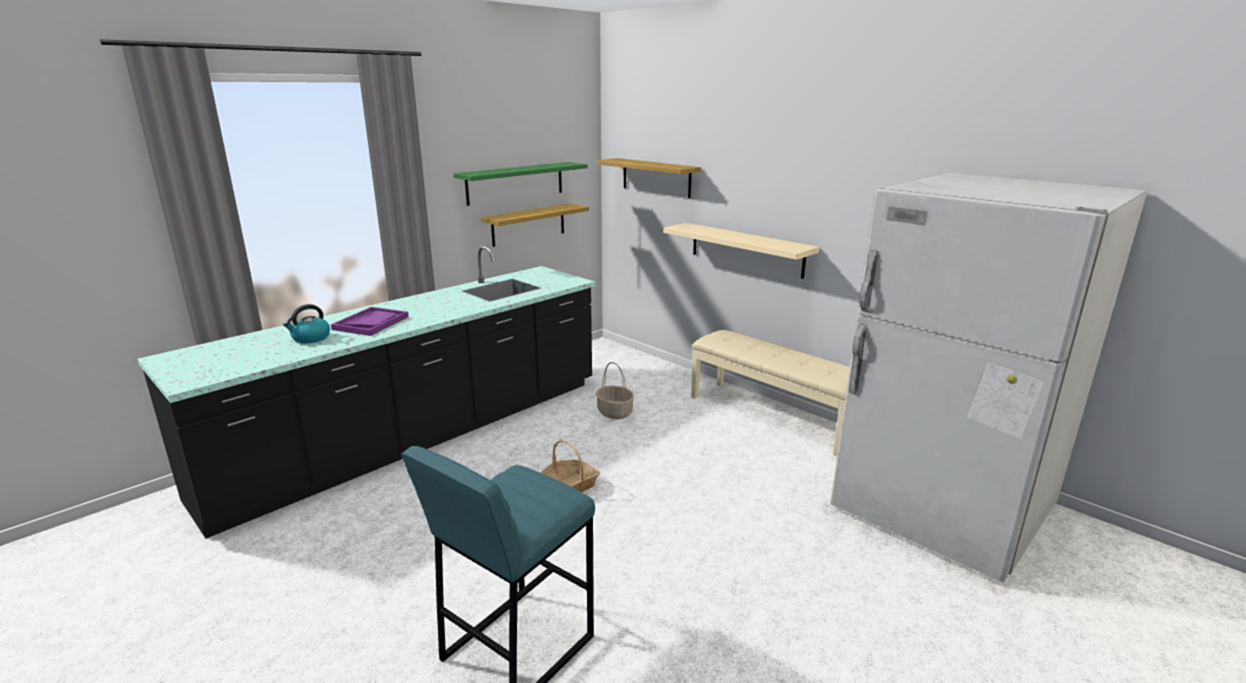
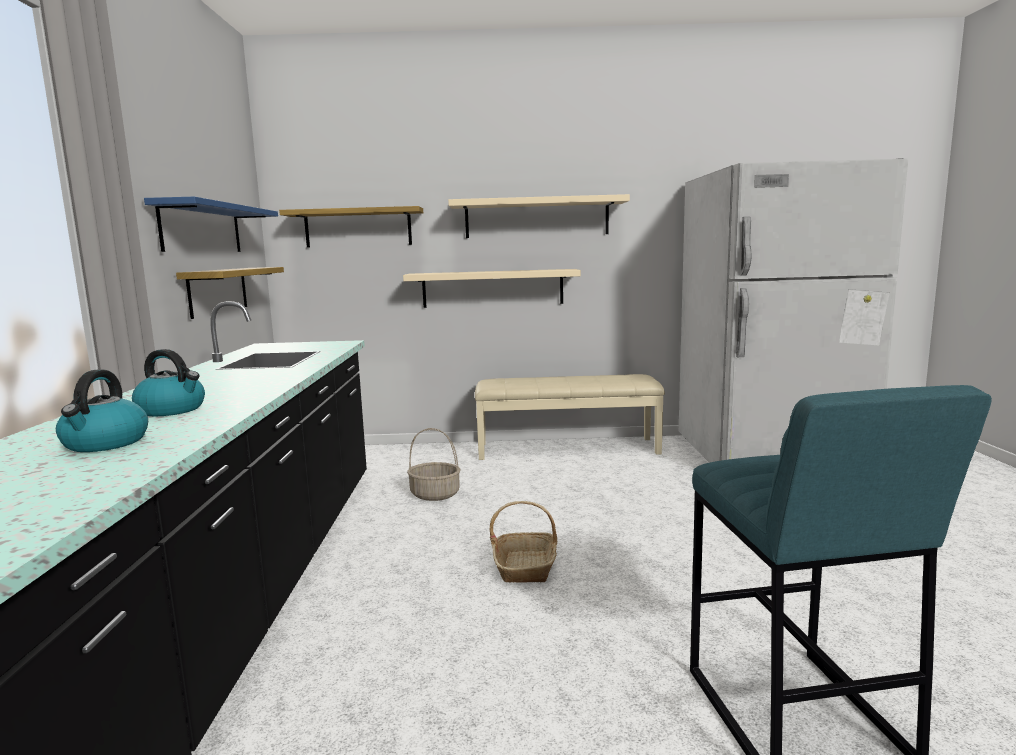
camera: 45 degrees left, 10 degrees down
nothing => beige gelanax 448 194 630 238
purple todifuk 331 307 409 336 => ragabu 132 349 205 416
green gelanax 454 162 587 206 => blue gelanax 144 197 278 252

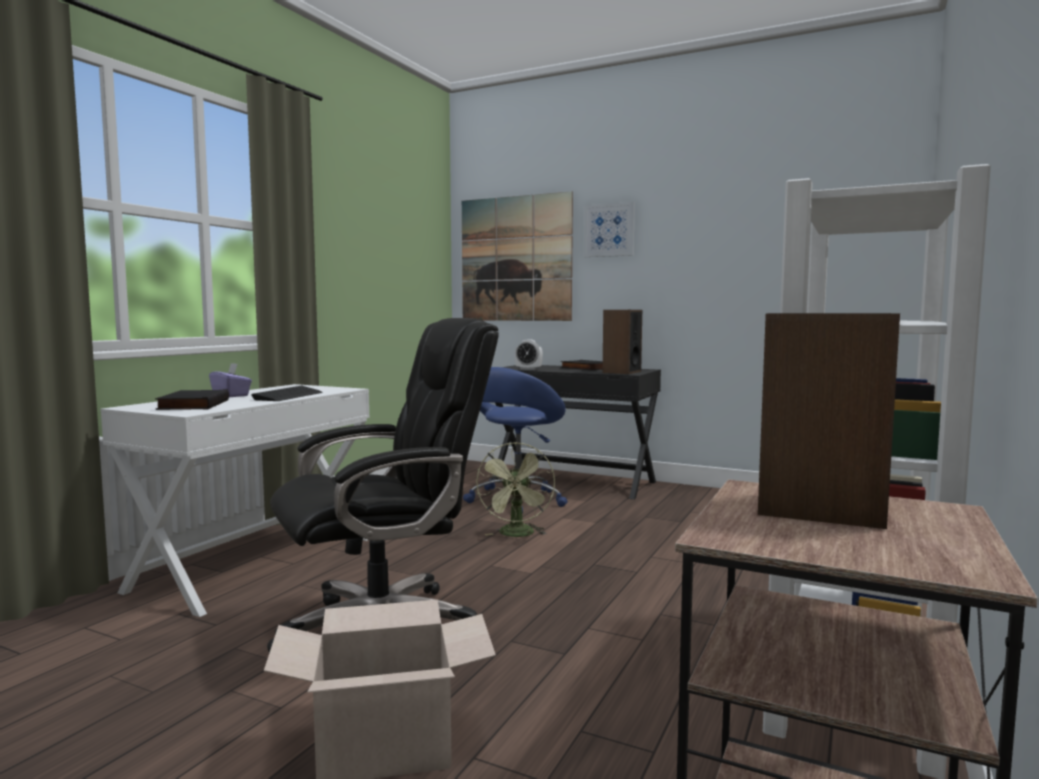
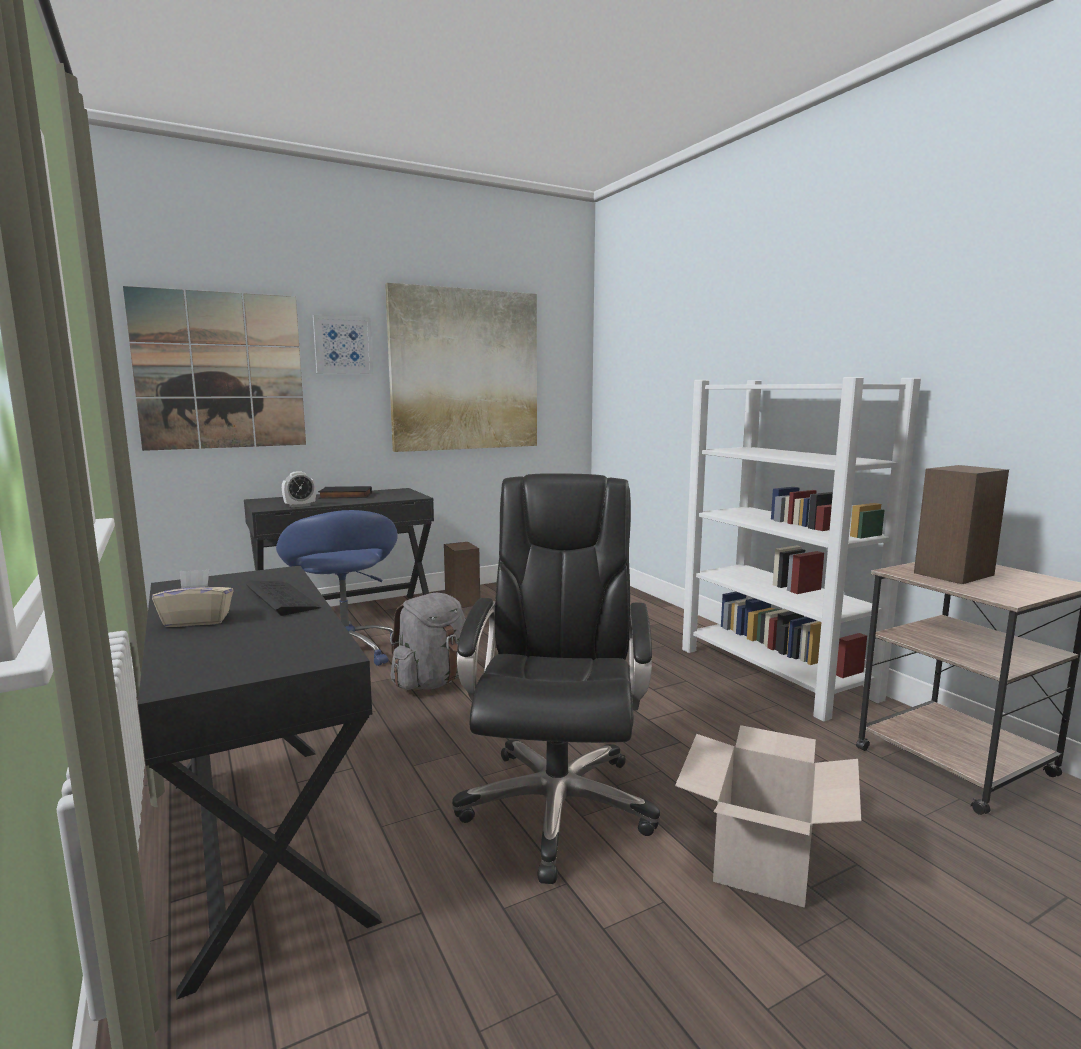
camera: 55 degrees left, 5 degrees up
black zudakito 155 389 229 410 => nothing
nothing => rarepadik 385 283 537 452
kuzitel 602 310 642 374 => kuzitel 444 542 480 608, moved
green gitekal 476 442 555 537 => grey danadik 390 593 466 690
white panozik 101 384 370 617 => black panozik 138 566 382 1000
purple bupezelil 209 363 252 397 => beige bupezelil 152 569 234 627

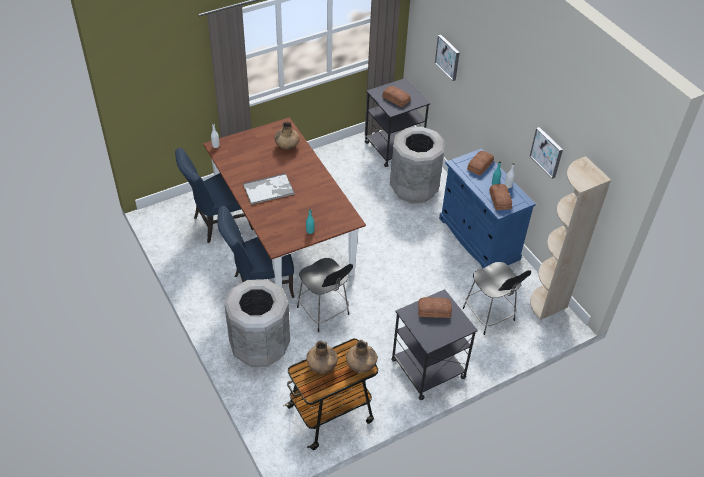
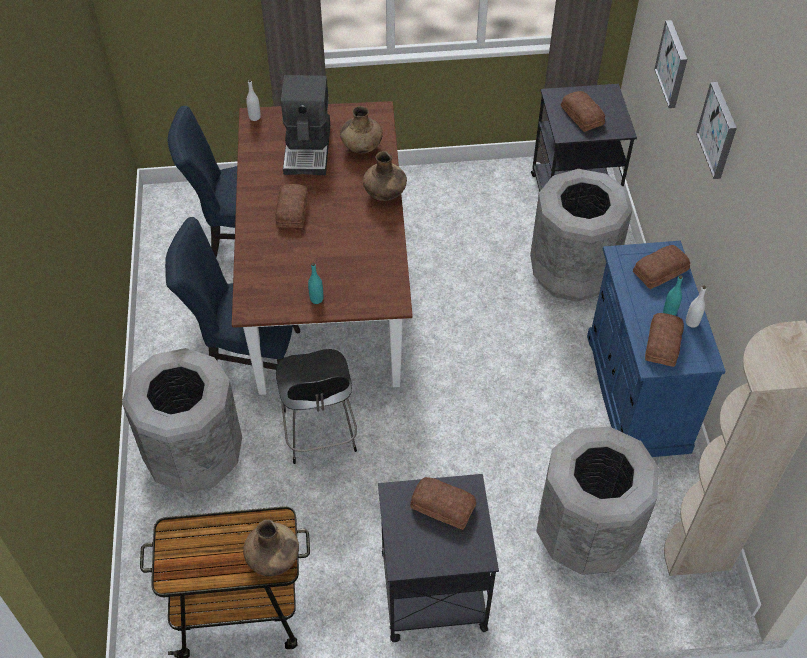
camera: 25 degrees right, 5 degrees up
nothing => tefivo 281 75 330 175
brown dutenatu 306 340 338 374 => brown dutenatu 363 151 407 201, moved
rarepadik 530 127 563 179 => rarepadik 696 82 737 179, moved
todifuk 243 173 295 204 => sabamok 275 184 308 228
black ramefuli 463 262 531 335 => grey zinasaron 536 426 660 575

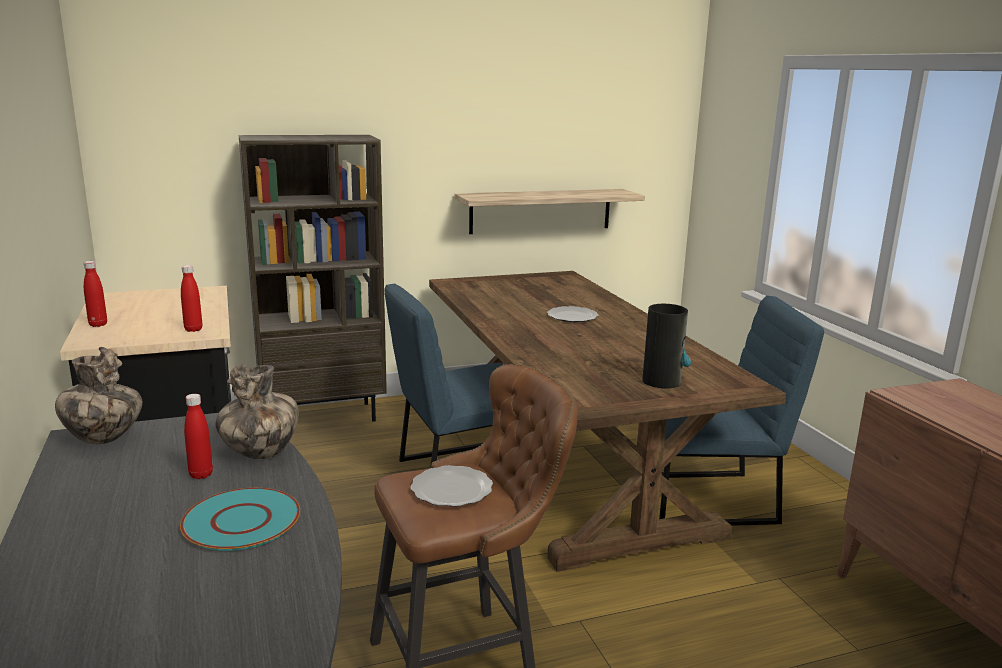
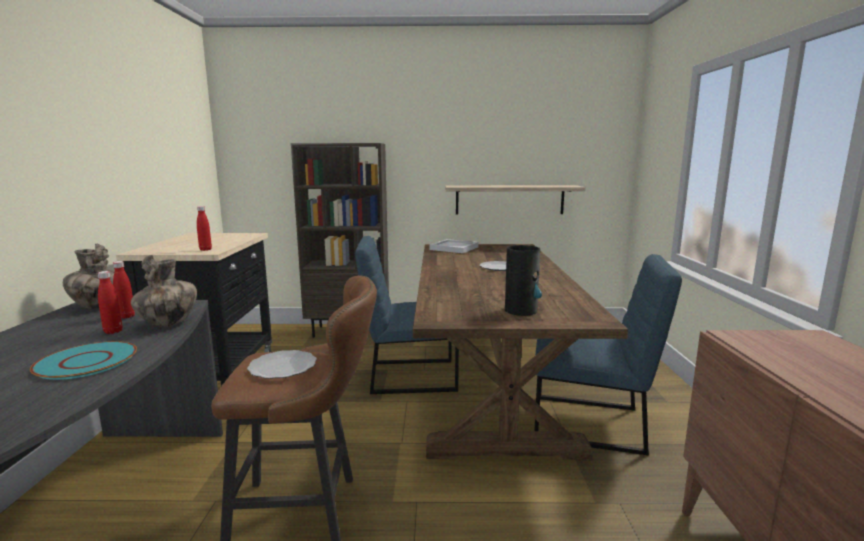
camera: 20 degrees right, 5 degrees down
nothing => white todifuk 430 239 479 253
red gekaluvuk 84 261 107 327 => red gekaluvuk 113 261 135 319, moved

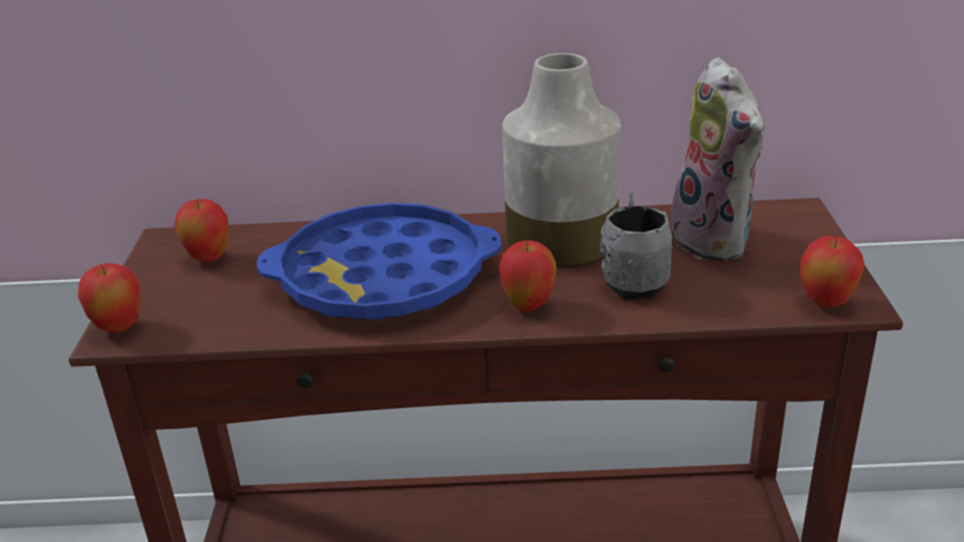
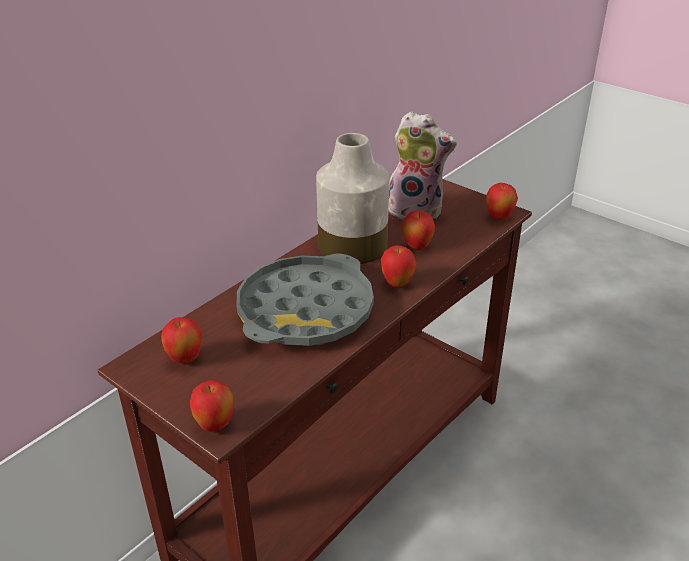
camera: 50 degrees left, 5 degrees up
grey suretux 599 193 672 300 => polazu 402 211 435 250
blue todifuk 257 203 501 320 => grey todifuk 236 253 374 346

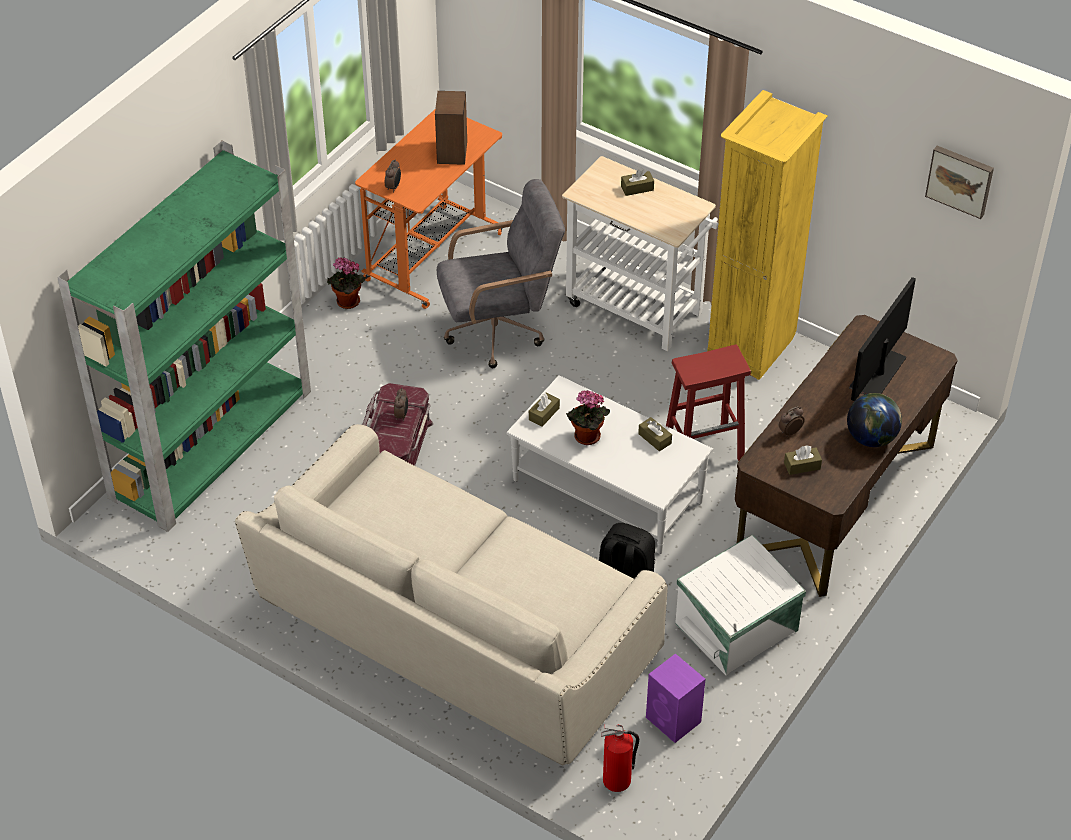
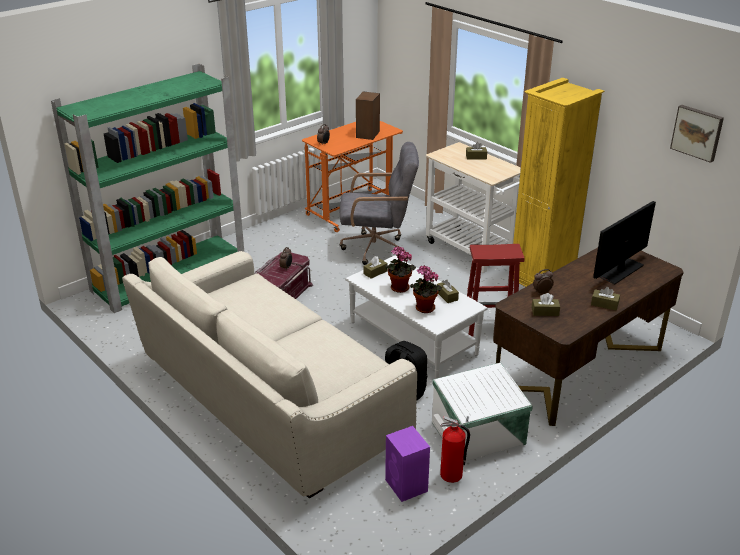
camera: 15 degrees right, 15 degrees down
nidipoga 327 257 366 309 => nidipoga 410 265 442 313, moved
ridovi 601 724 639 792 => ridovi 440 416 470 483, moved
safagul 847 393 902 447 => brown bupezelil 591 287 620 311

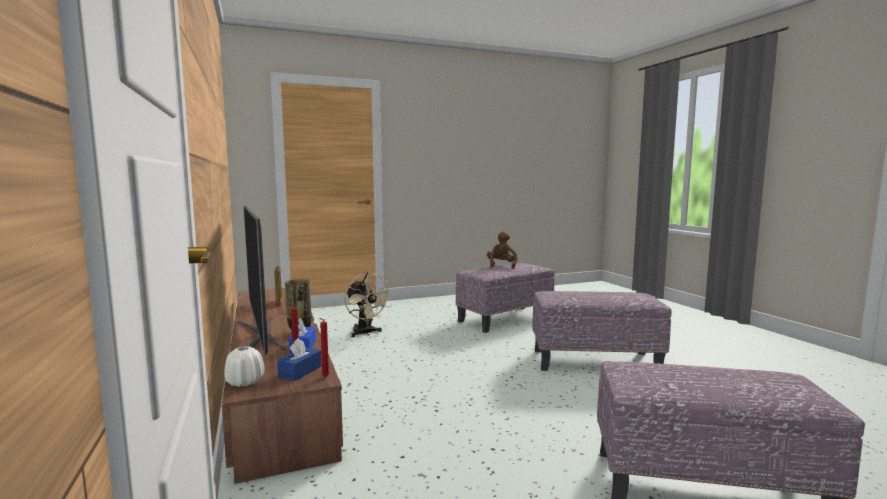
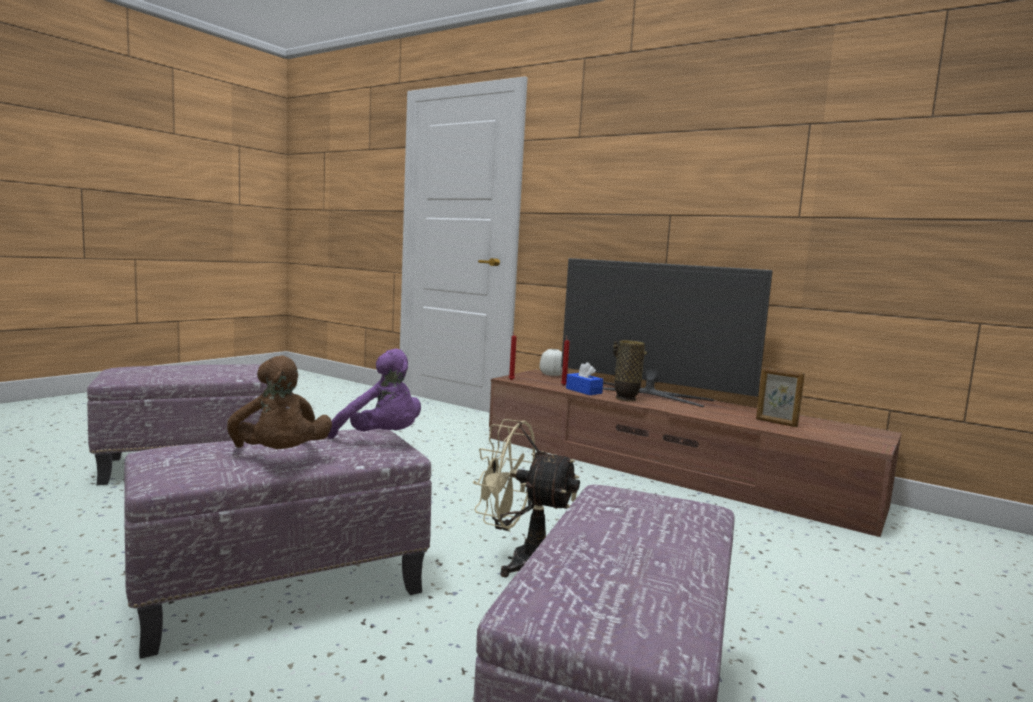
camera: 145 degrees right, 0 degrees up
blue bupezelil 277 338 321 381 => nothing
nothing => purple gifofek 327 349 421 439
beige gitekal 345 272 392 337 => beige gitekal 473 419 580 577, moved
brown gifofek 487 231 517 269 => brown gifofek 227 355 332 449, moved

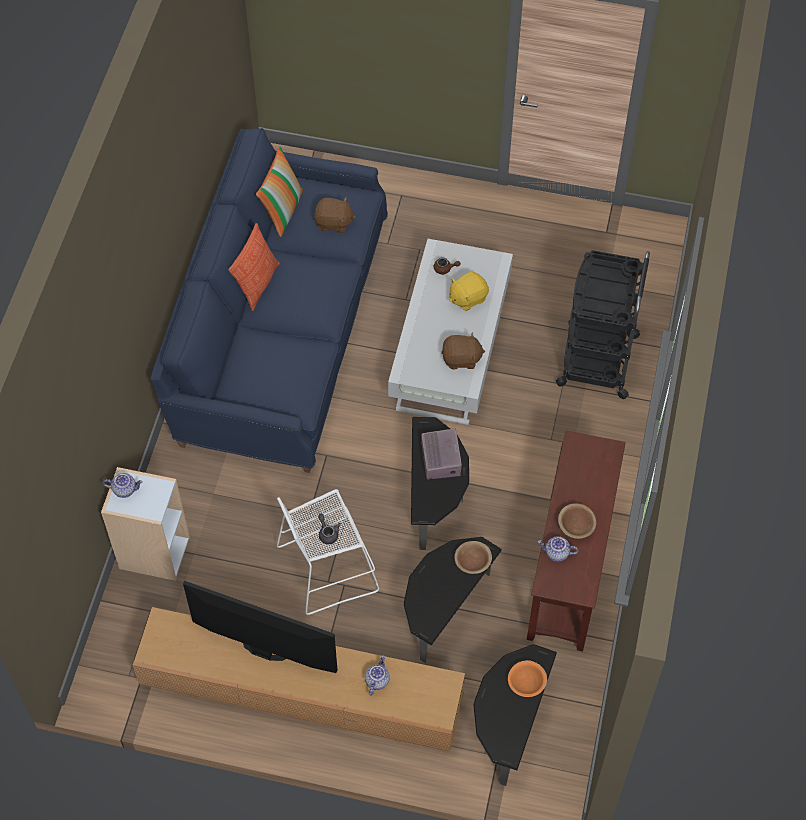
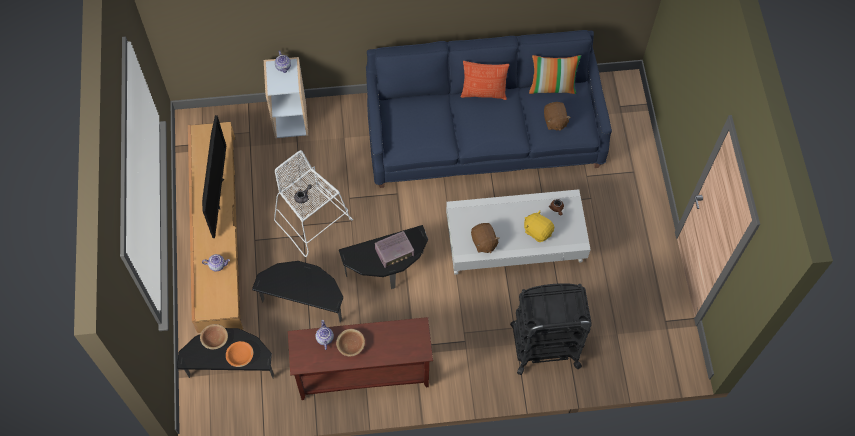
camera: 70 degrees right, 5 degrees up
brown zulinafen 454 541 492 574 => brown zulinafen 200 324 228 349, moved

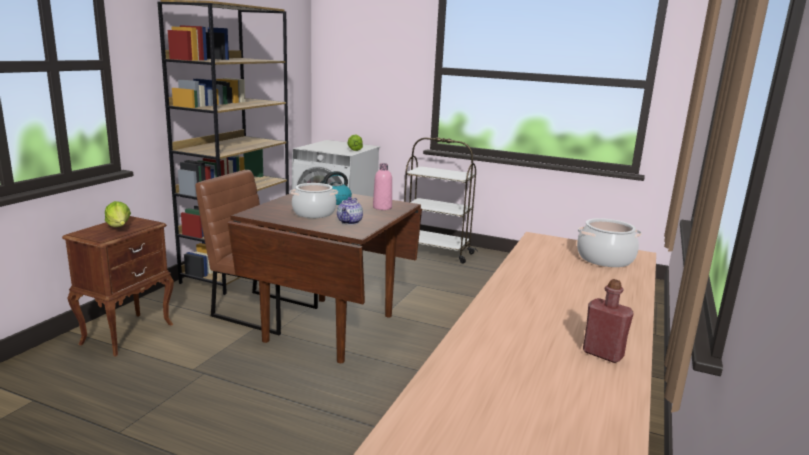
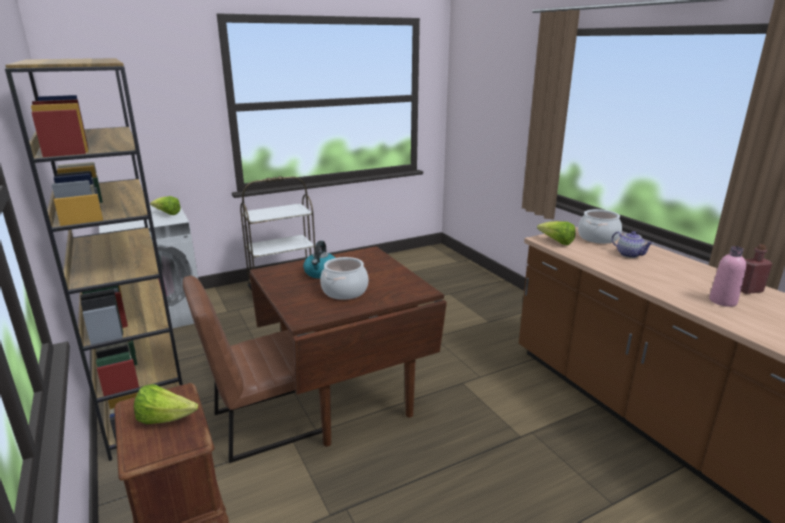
camera: 50 degrees left, 5 degrees up
nothing => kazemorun 537 221 576 245
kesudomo 337 197 363 225 => kesudomo 612 231 654 258, moved
pink gekaluvuk 373 163 392 210 => pink gekaluvuk 709 246 746 307, moved

